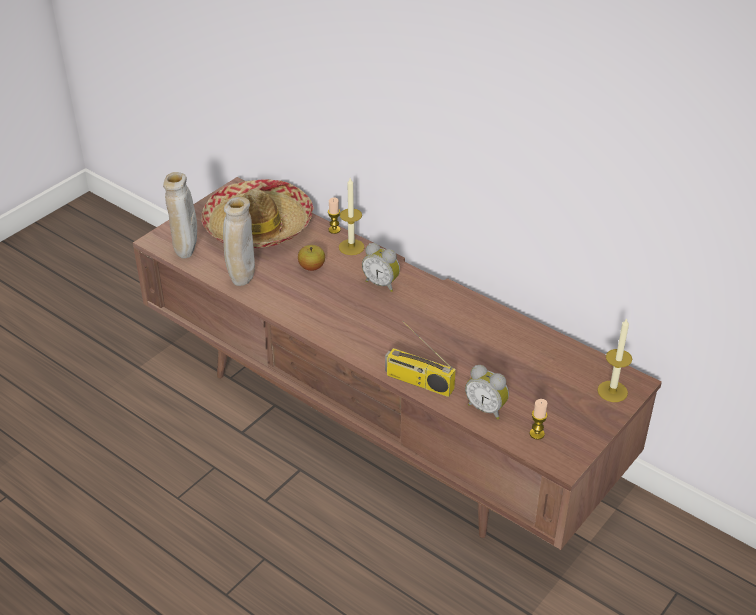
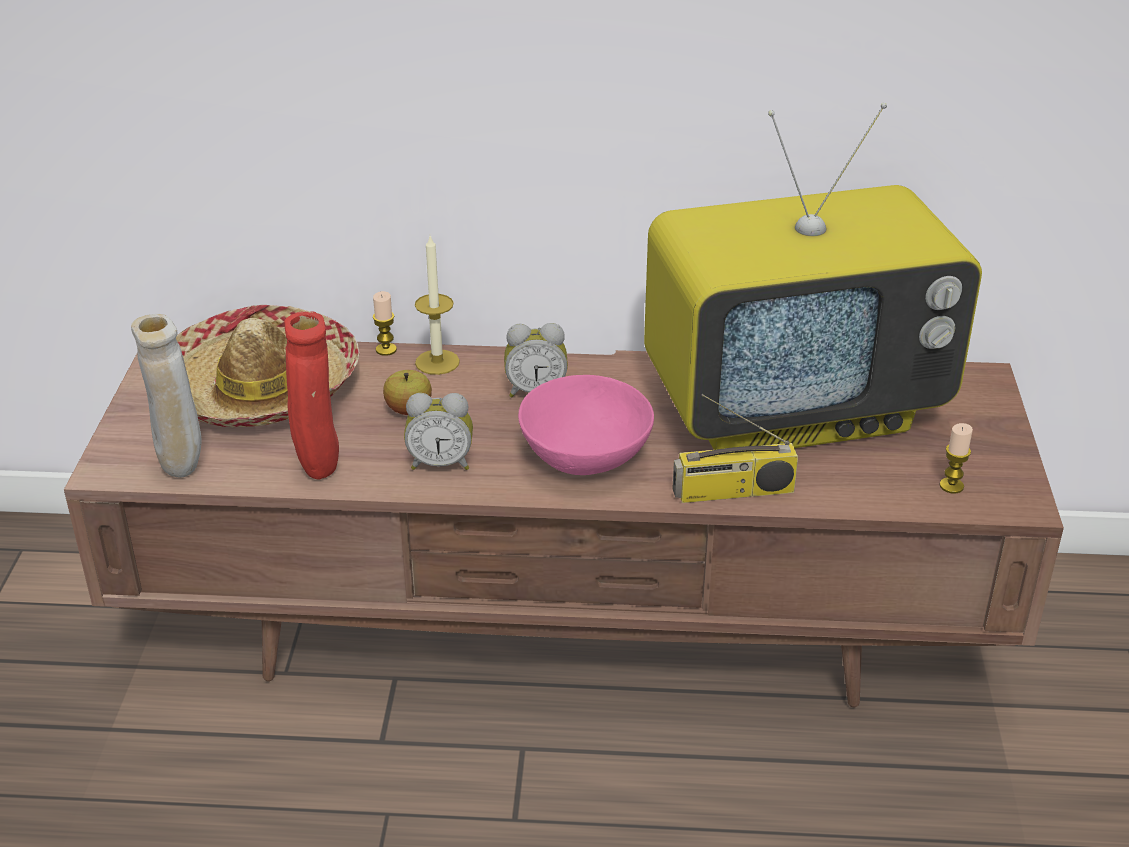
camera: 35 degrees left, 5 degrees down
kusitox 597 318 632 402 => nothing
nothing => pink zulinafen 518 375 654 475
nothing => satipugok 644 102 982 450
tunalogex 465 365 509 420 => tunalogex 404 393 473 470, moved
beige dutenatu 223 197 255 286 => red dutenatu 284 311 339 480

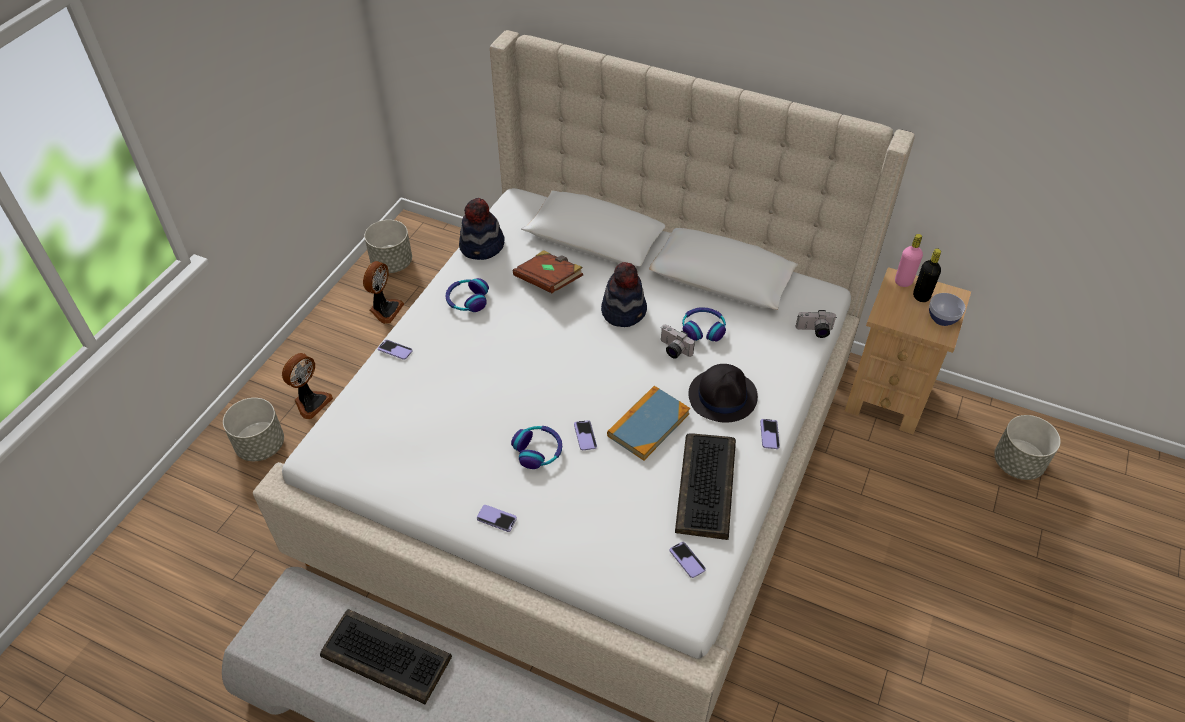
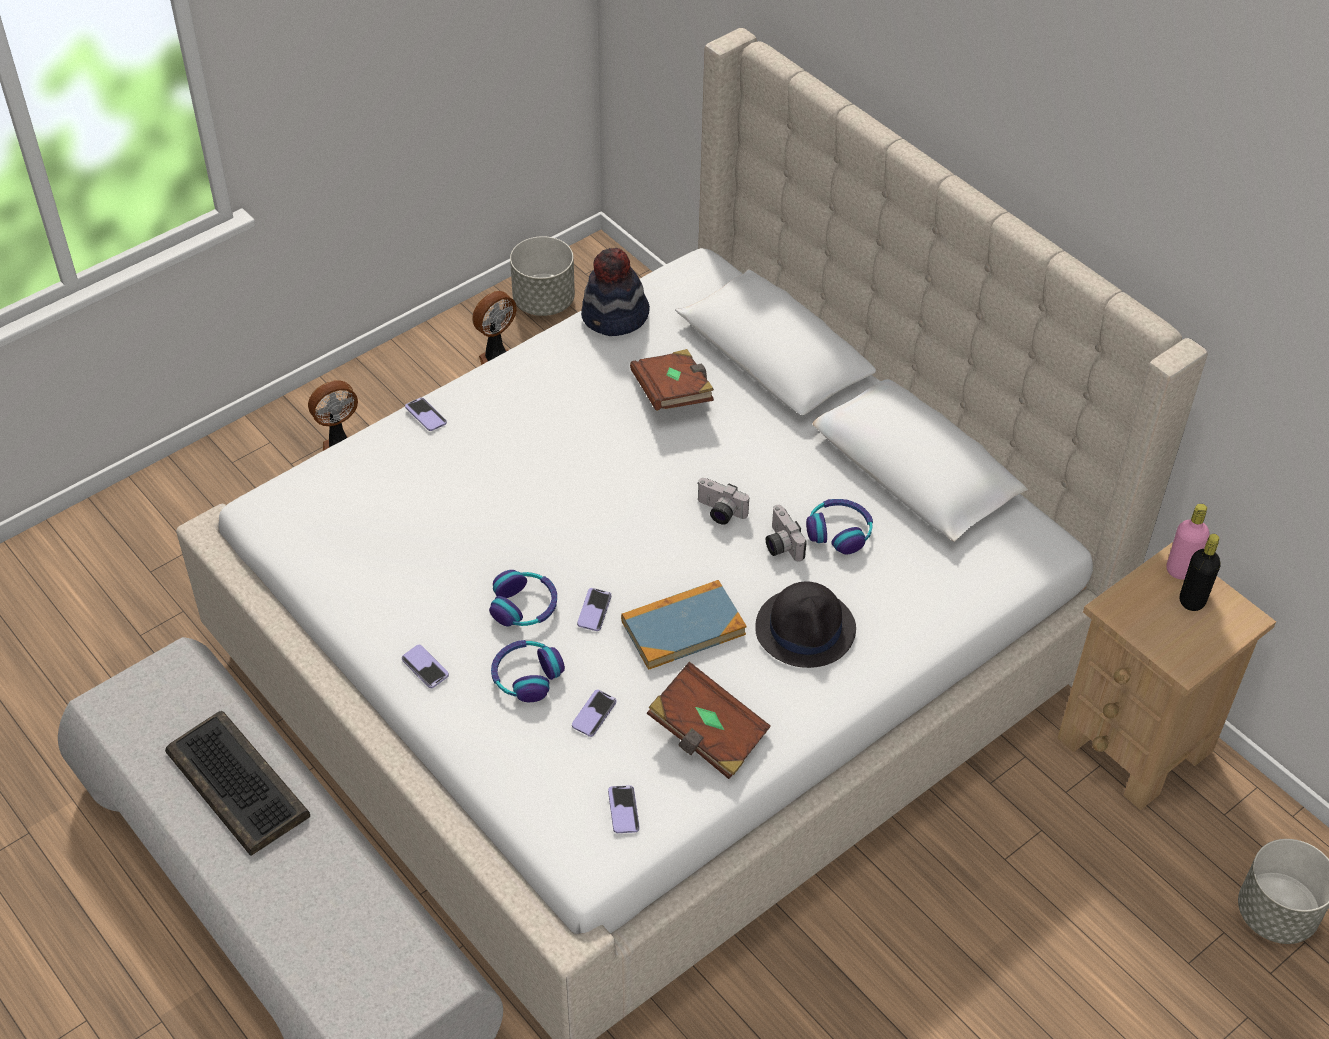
camera: 25 degrees right, 0 degrees up
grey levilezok 223 398 284 461 => nothing
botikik 601 262 647 327 => nothing
zulinafen 929 293 965 326 => nothing
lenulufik 446 278 489 312 => lenulufik 491 640 565 702, moved
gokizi 760 419 780 449 => gokizi 572 689 617 737, moved
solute 795 310 836 338 => solute 697 478 749 525, moved
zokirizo 675 433 736 540 => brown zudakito 646 662 771 779

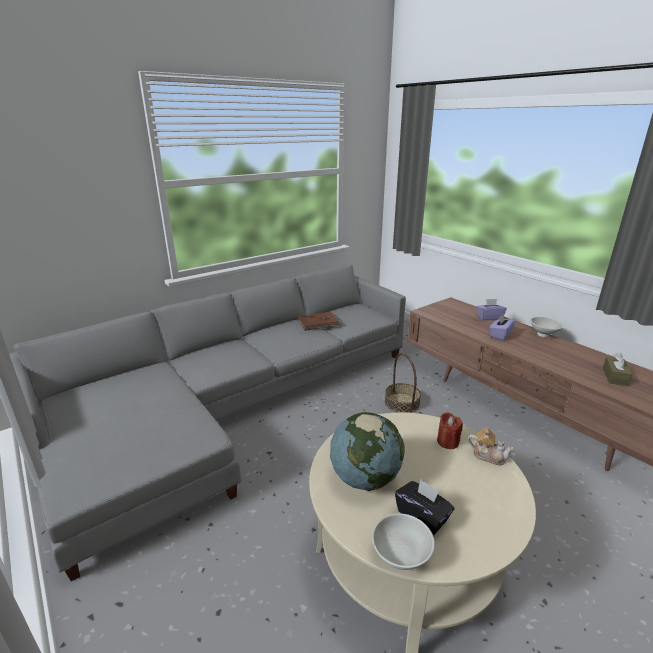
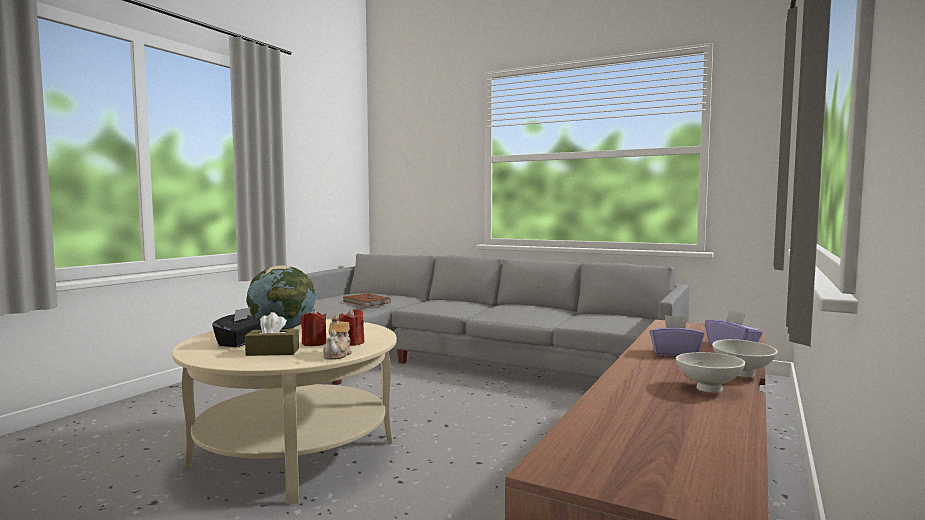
camera: 65 degrees right, 20 degrees down
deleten 385 353 421 413 => nothing
nothing => red kusitox 301 309 327 346
brown zudakito 298 312 340 331 => brown zudakito 343 293 391 307, moved
white zulinafen 372 513 435 570 => white zulinafen 676 352 746 393, moved
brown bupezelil 603 353 632 386 => brown bupezelil 245 312 299 356, moved

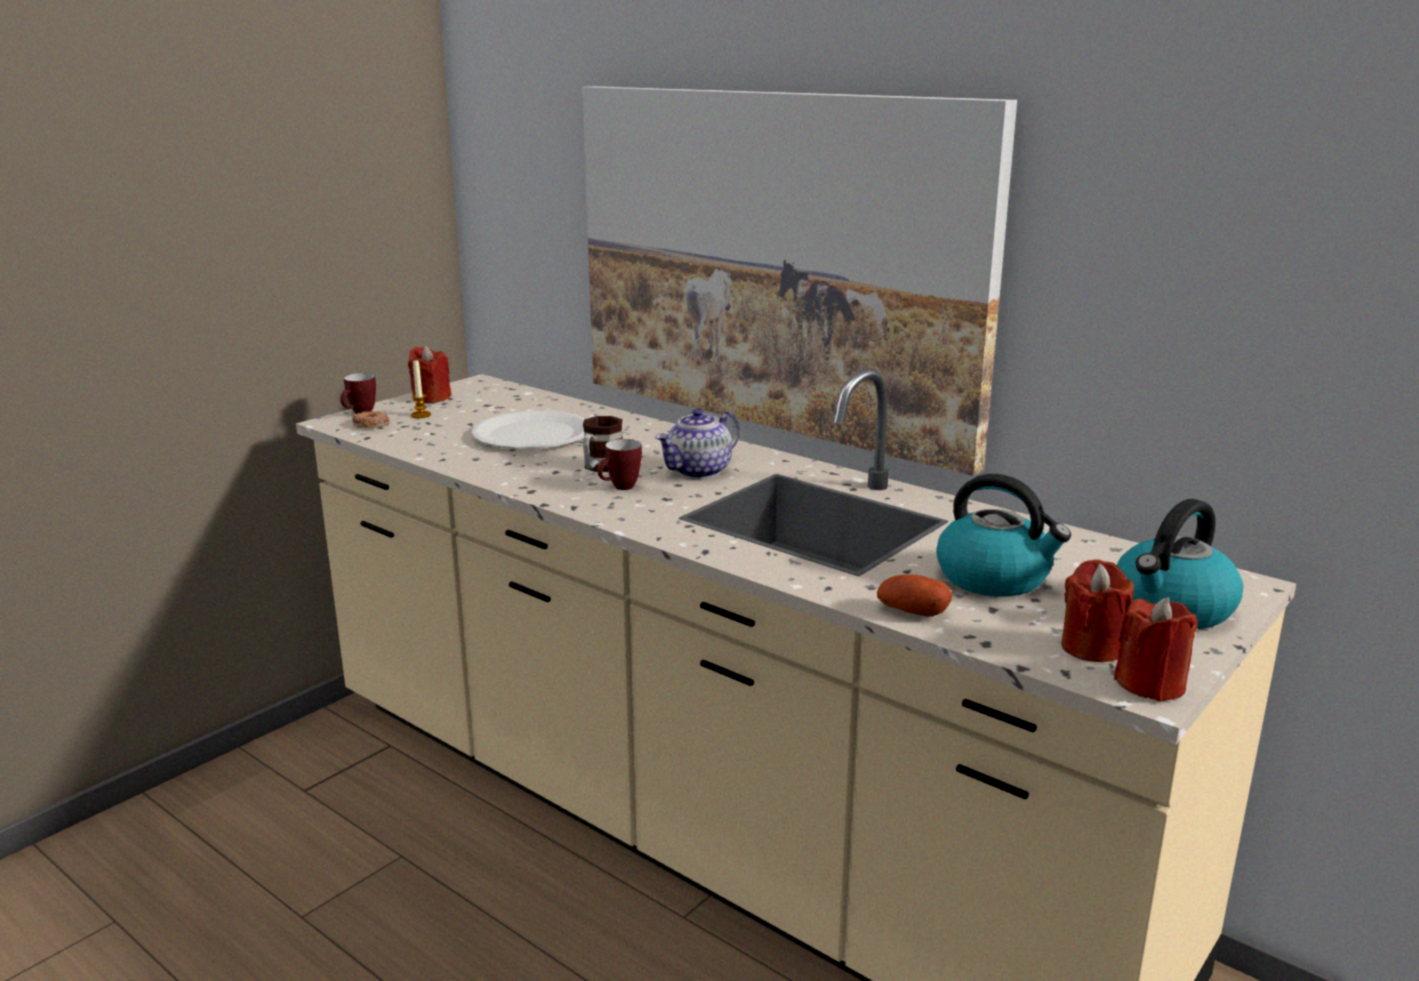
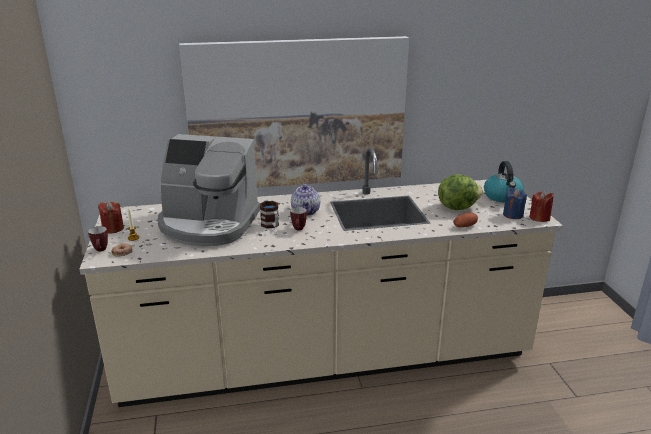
camera: 50 degrees left, 5 degrees up
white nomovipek 471 411 585 449 => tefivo 157 134 260 246
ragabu 936 474 1071 597 => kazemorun 438 174 483 210
red kusitox 1061 559 1134 662 => blue kusitox 503 187 527 219

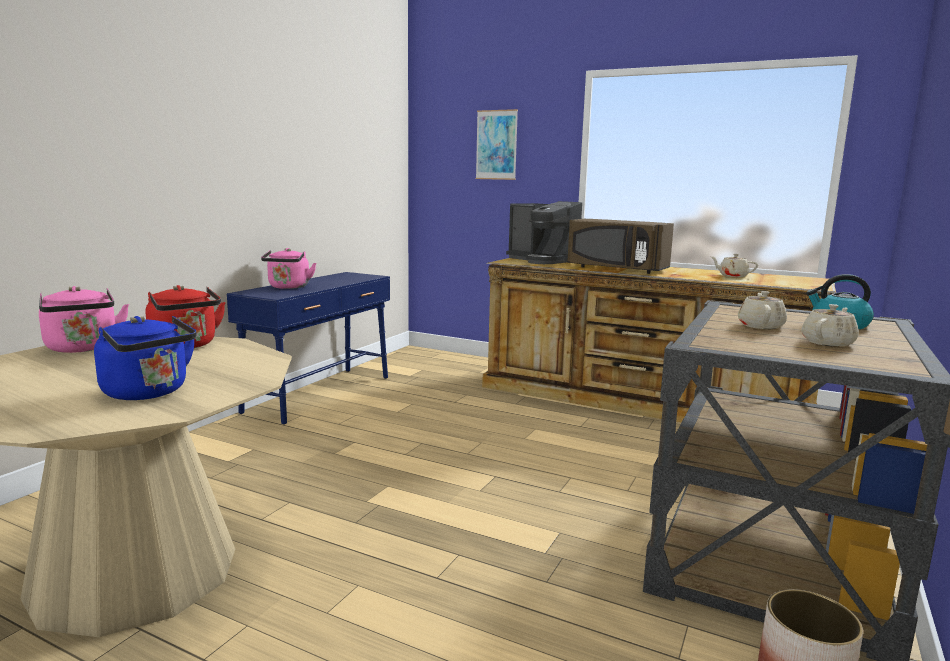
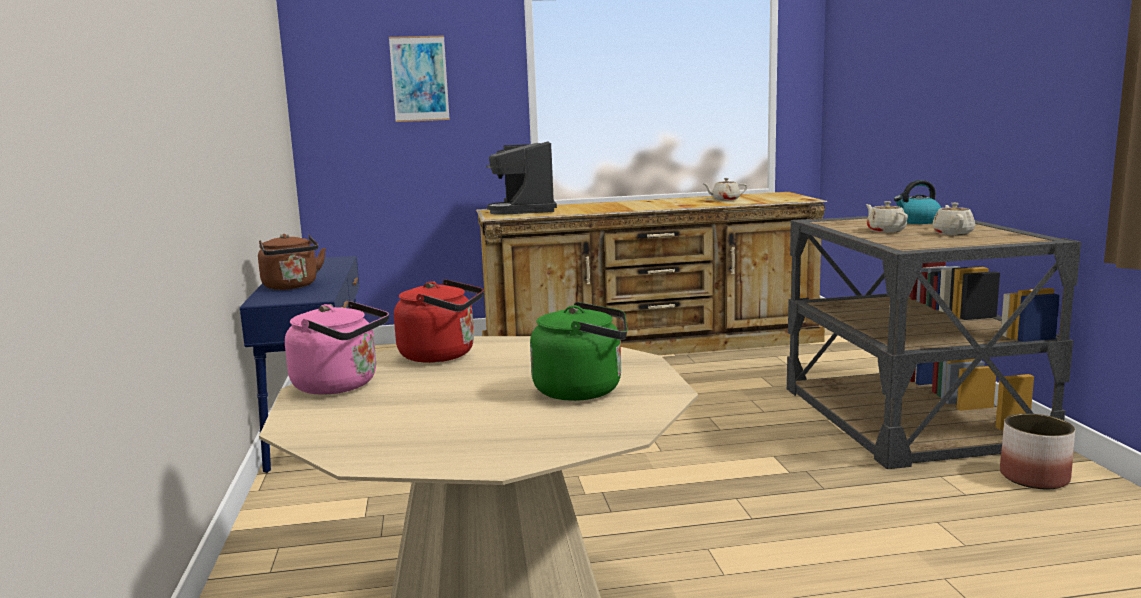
camera: 35 degrees left, 0 degrees up
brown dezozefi 567 219 674 274 => nothing
blue ragabu 94 316 197 400 => green ragabu 530 302 627 401
pink ragabu 261 248 316 289 => brown ragabu 258 234 326 290
tefivo 506 201 582 264 => tefivo 486 142 557 215, 75 degrees clockwise

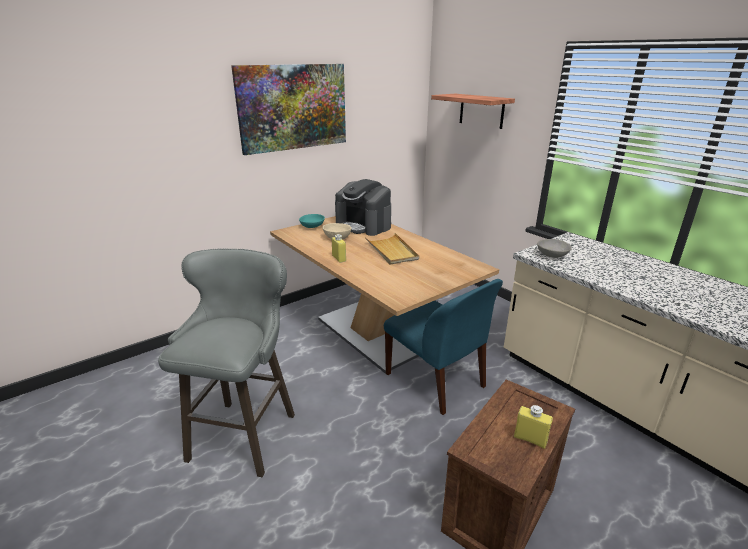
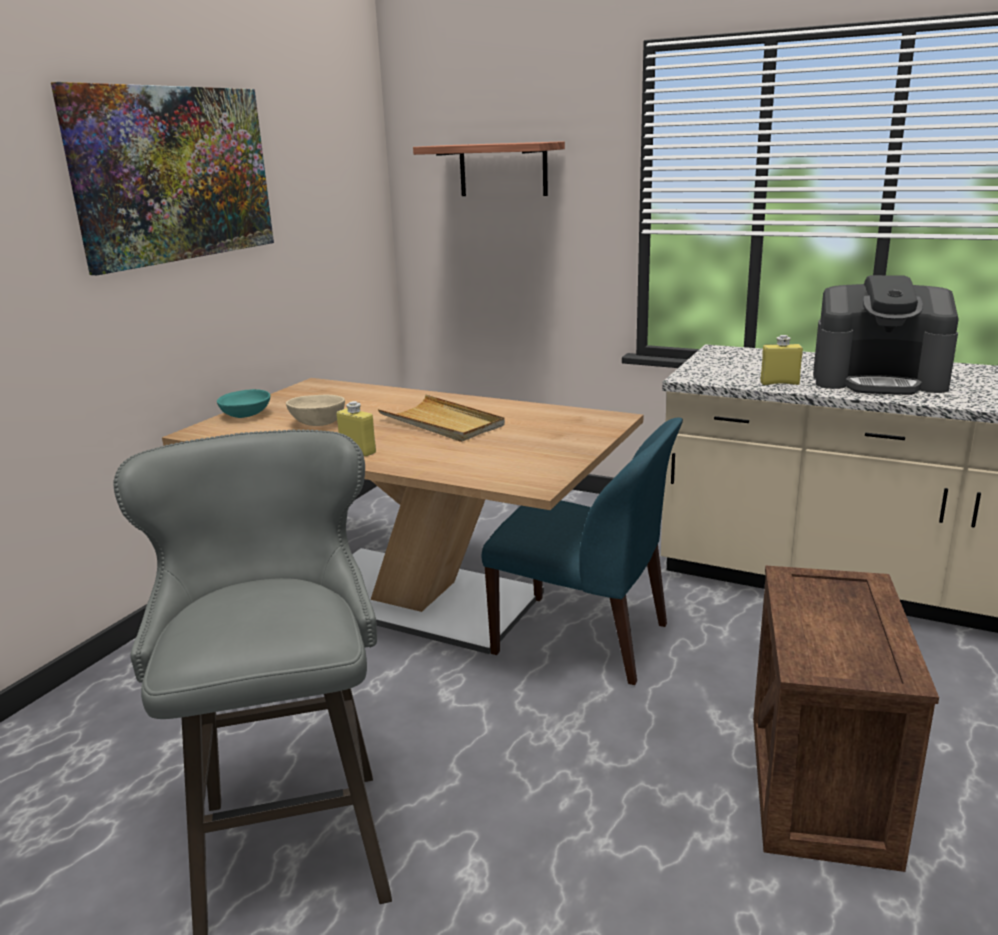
camera: 25 degrees left, 5 degrees down
grey zulinafen 537 239 572 258 => nothing
tefivo 335 179 391 236 => tefivo 813 275 959 395, moved
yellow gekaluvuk 514 405 553 449 => yellow gekaluvuk 760 335 803 385, moved

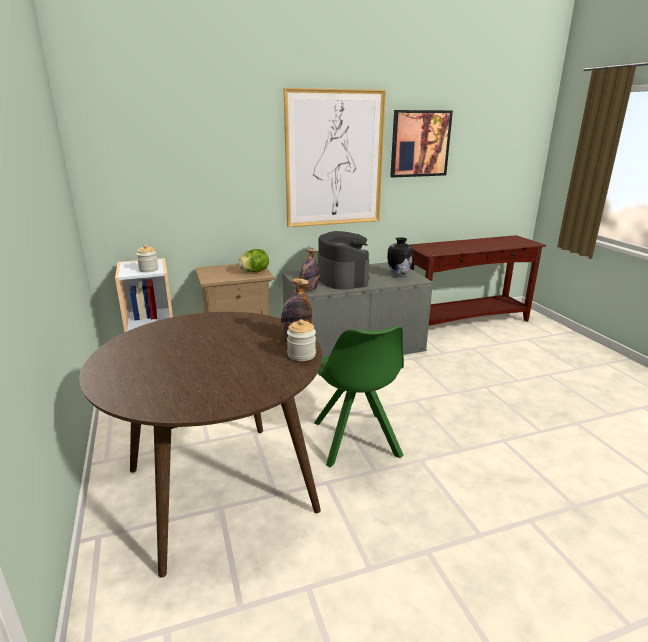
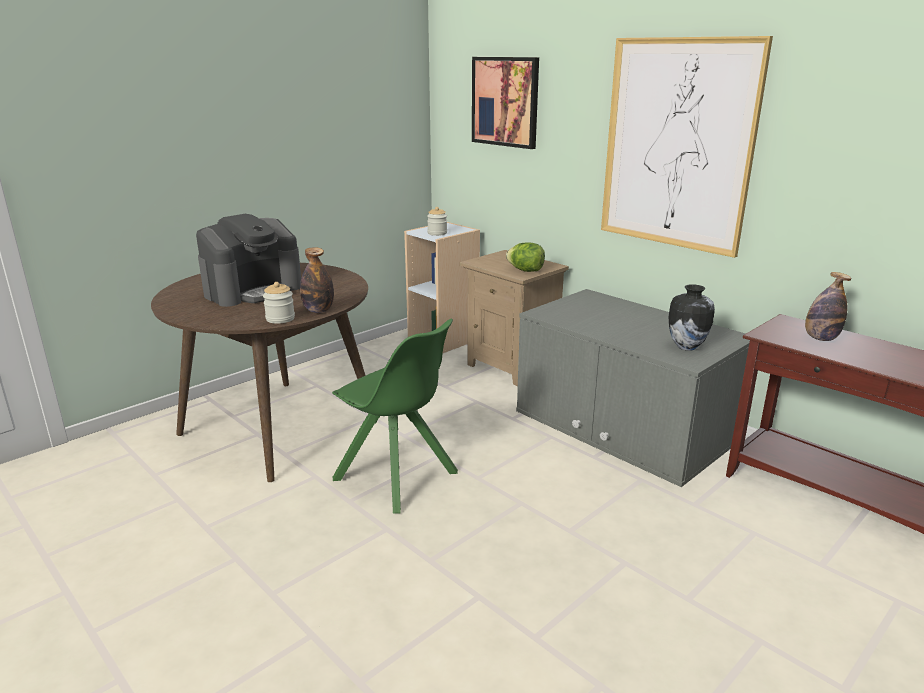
camera: 65 degrees right, 0 degrees up
gekaluvuk 299 249 320 291 => gekaluvuk 805 272 852 341, moved
tefivo 318 231 370 290 => tefivo 196 214 301 307, moved
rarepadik 390 110 453 178 => rarepadik 472 57 539 149, moved
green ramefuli 314 326 404 468 => green ramefuli 332 318 458 513, 105 degrees counterclockwise

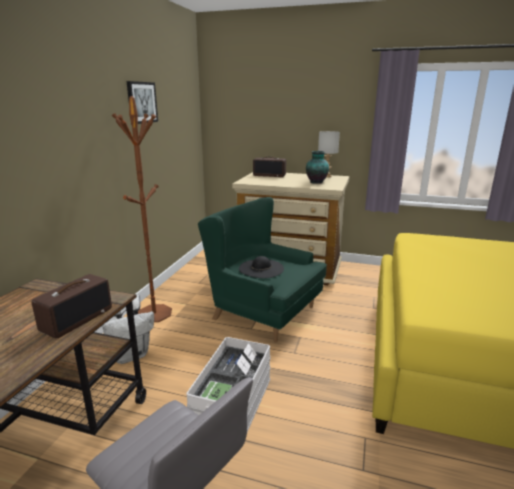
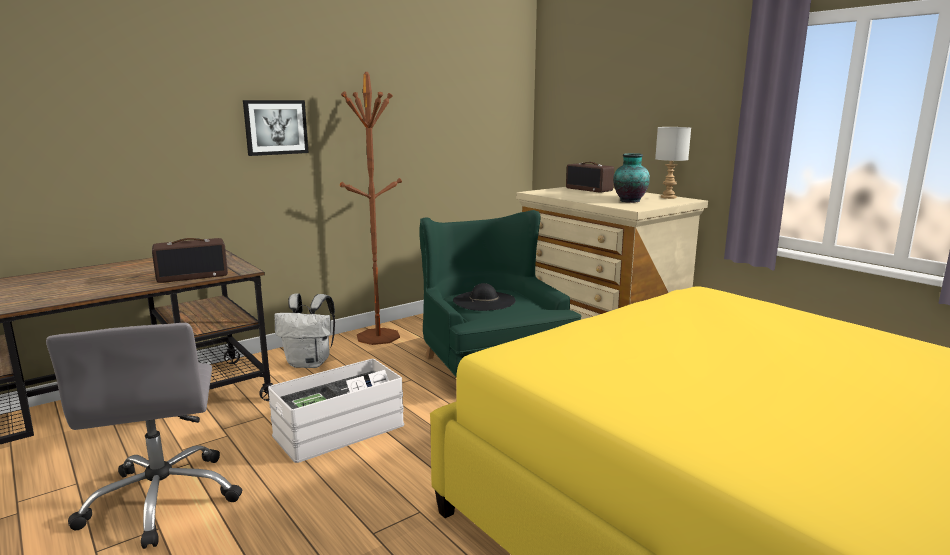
camera: 35 degrees right, 5 degrees down
rarepadik 126 81 158 124 => rarepadik 243 100 309 156, moved

